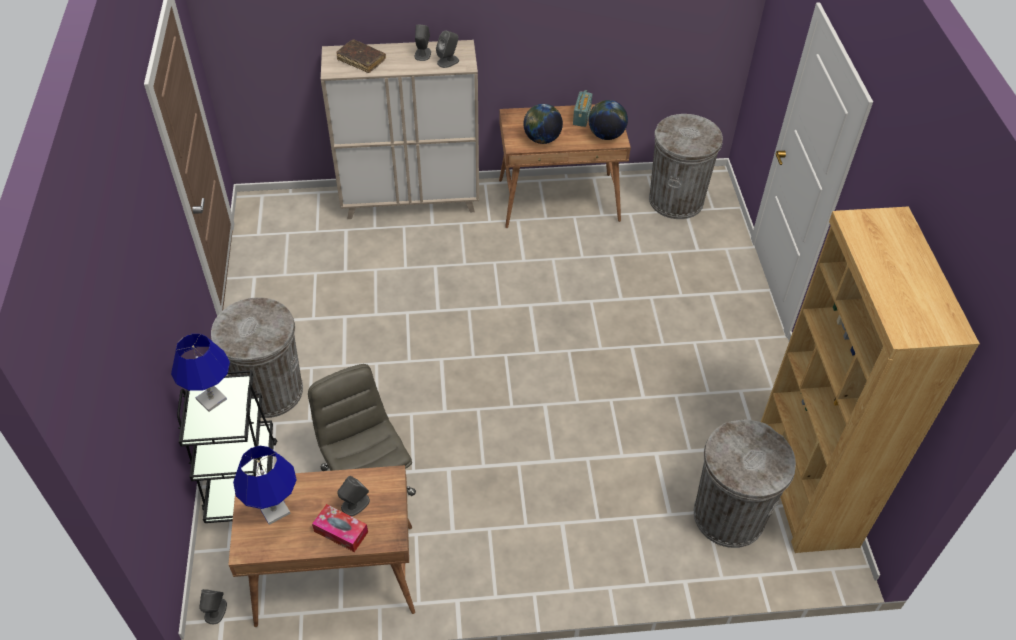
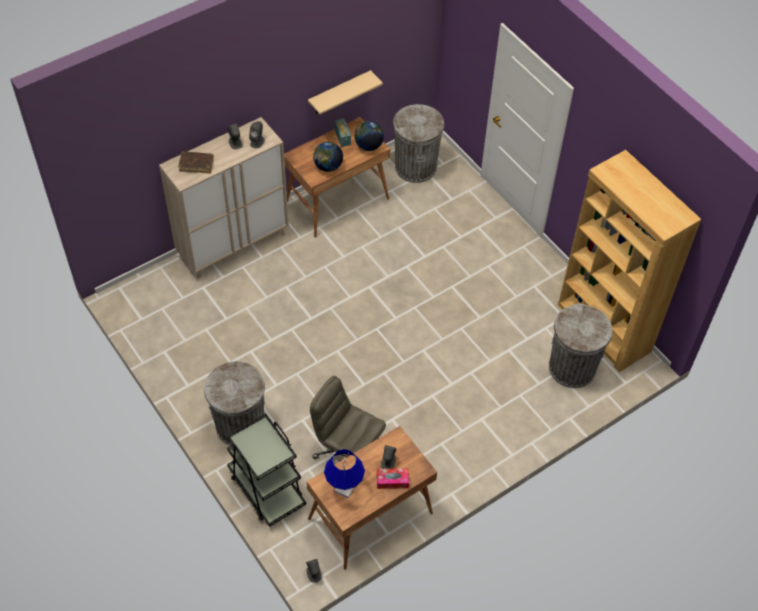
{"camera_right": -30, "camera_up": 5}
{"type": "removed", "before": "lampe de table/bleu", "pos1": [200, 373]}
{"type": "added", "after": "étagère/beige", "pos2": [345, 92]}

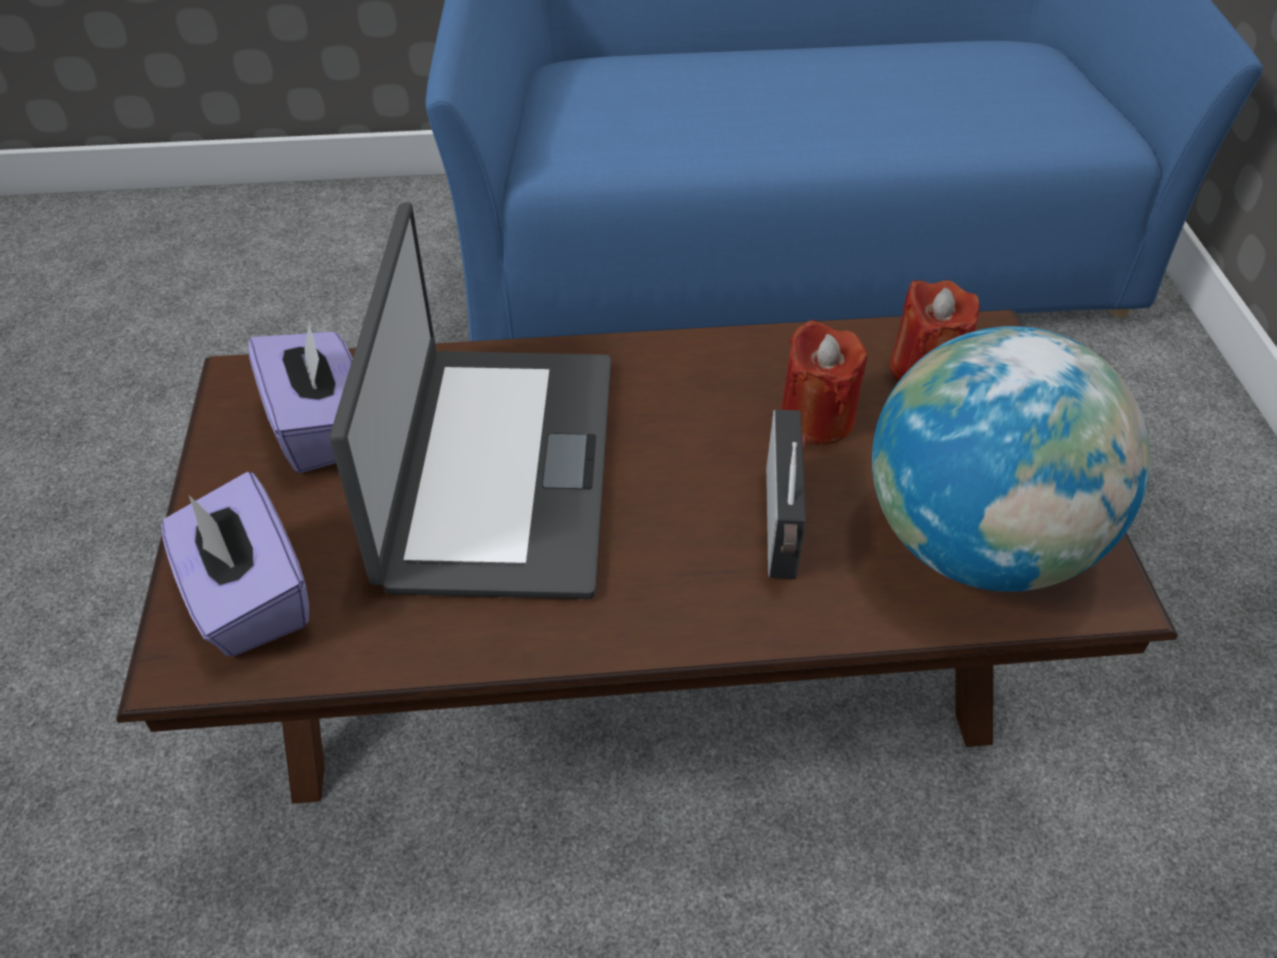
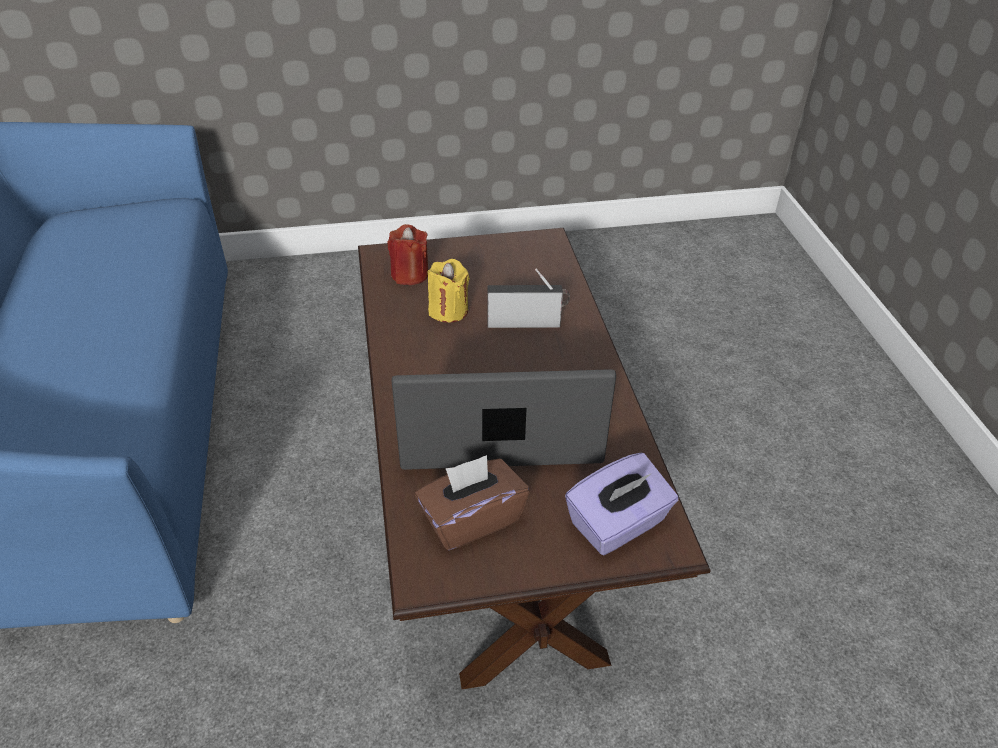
{"camera_right": -95, "camera_up": -5}
{"type": "recoloured", "before": "boîte à mouchoirs/violet", "after": "boîte à mouchoirs/marron", "pos1": [300, 397], "pos2": [472, 502]}
{"type": "recoloured", "before": "bougie/rouge", "after": "bougie/jaune", "pos1": [824, 382], "pos2": [449, 290]}
{"type": "removed", "before": "globe", "pos1": [1011, 459]}

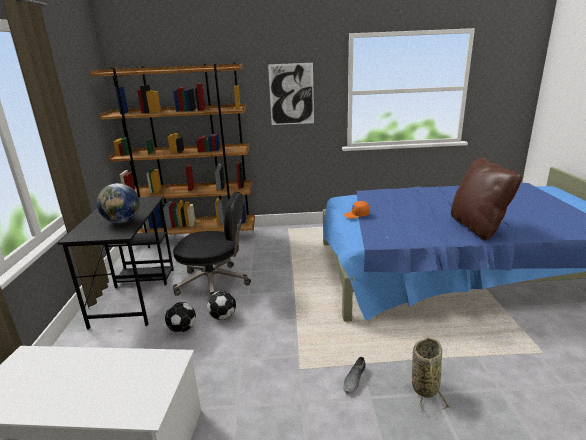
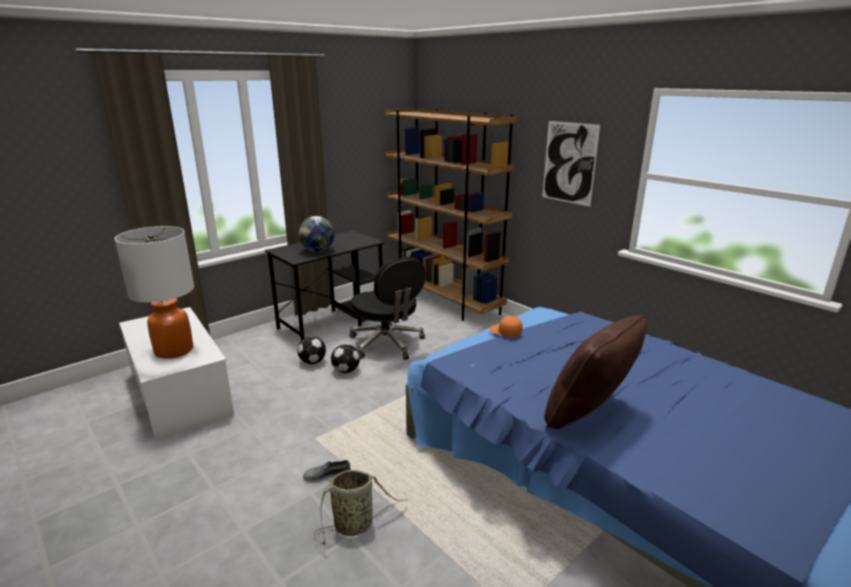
{"camera_right": 50, "camera_up": 0}
{"type": "added", "after": "lampe de table", "pos2": [154, 292]}

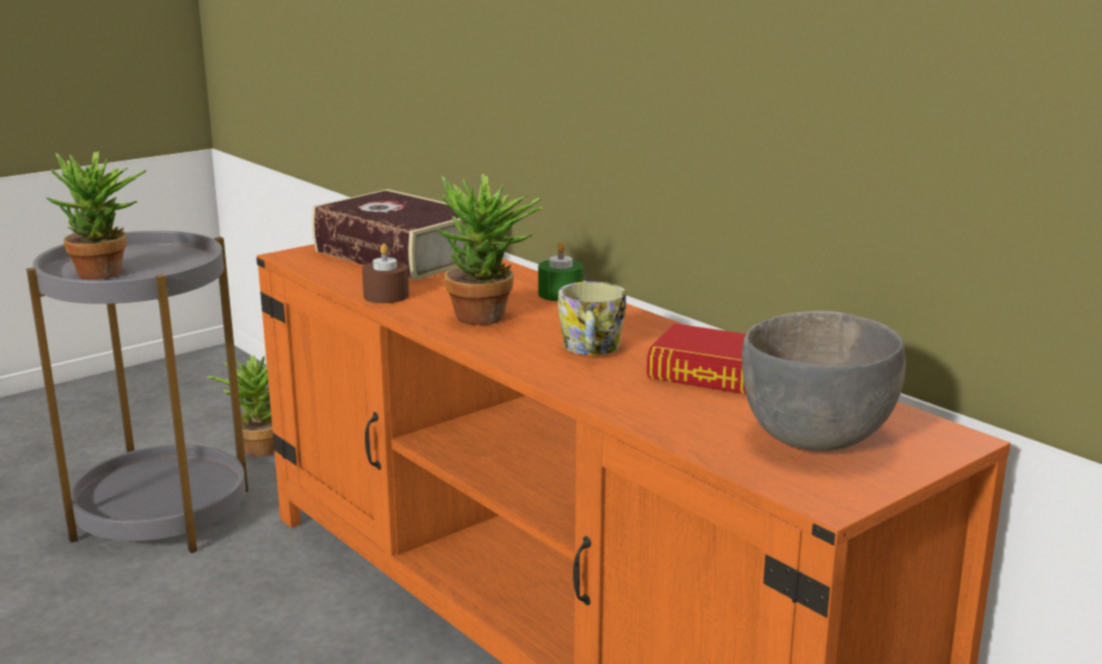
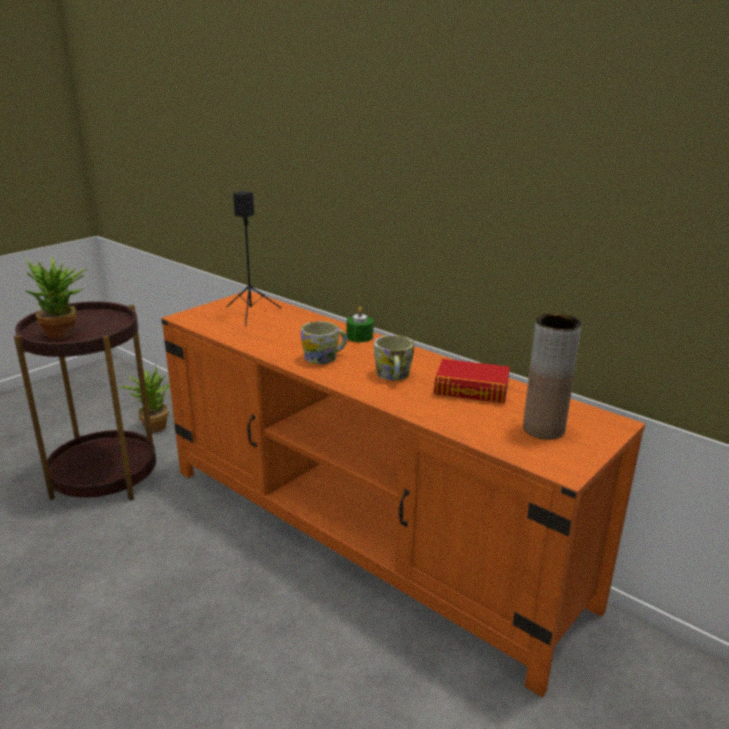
{"camera_right": -10, "camera_up": 5}
{"type": "recoloured", "before": "table d'appoint/gris", "after": "table d'appoint/marron", "pos1": [137, 392], "pos2": [85, 401]}
{"type": "replaced", "before": "livre", "after": "enceinte/noir", "pos1": [390, 235], "pos2": [254, 258]}
{"type": "removed", "before": "bougie/marron", "pos1": [385, 273]}
{"type": "replaced", "before": "plante en pot", "after": "mug", "pos1": [489, 249], "pos2": [324, 342]}
{"type": "replaced", "before": "bol/gris", "after": "vase/marron", "pos1": [824, 381], "pos2": [552, 377]}

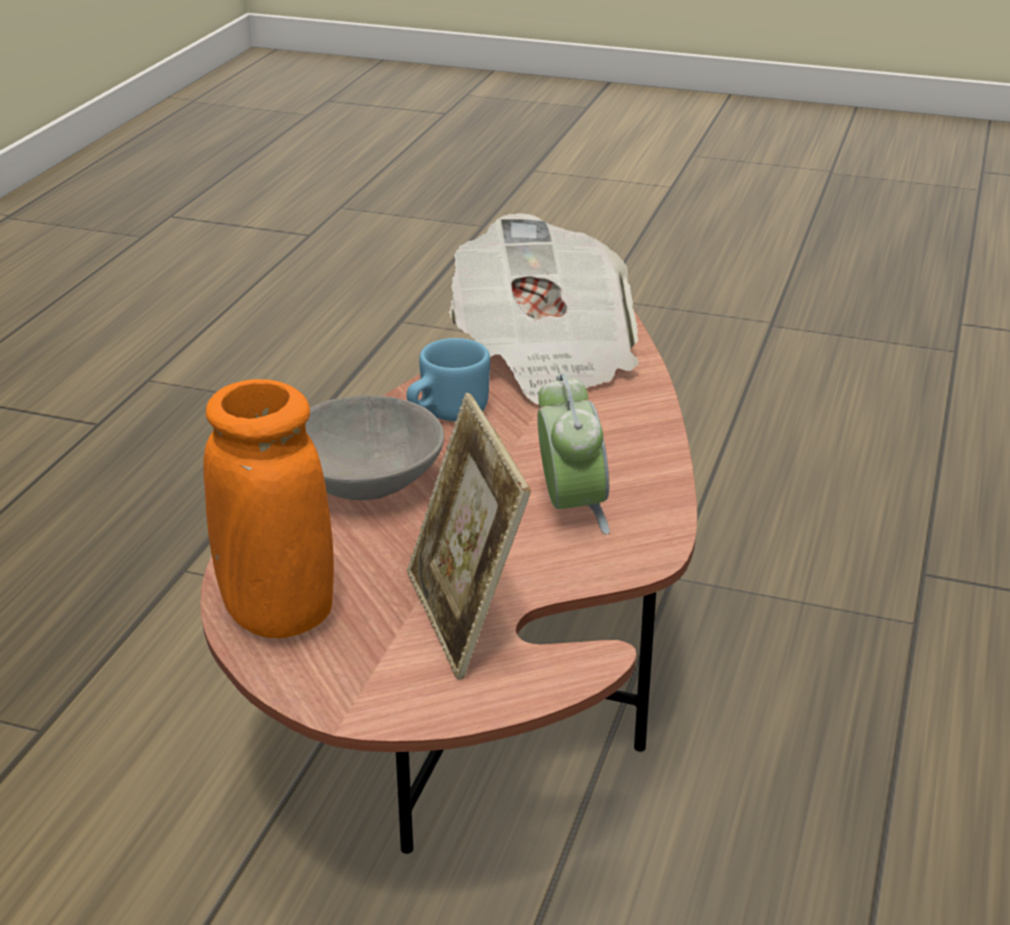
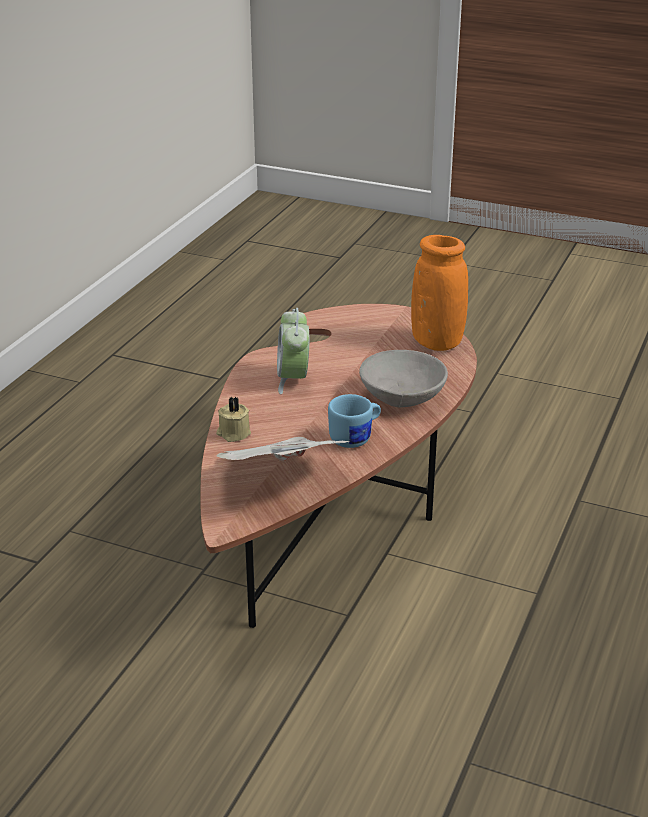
{"camera_right": -175, "camera_up": 0}
{"type": "removed", "before": "cadre photo", "pos1": [468, 536]}
{"type": "added", "after": "bougie/beige", "pos2": [233, 419]}

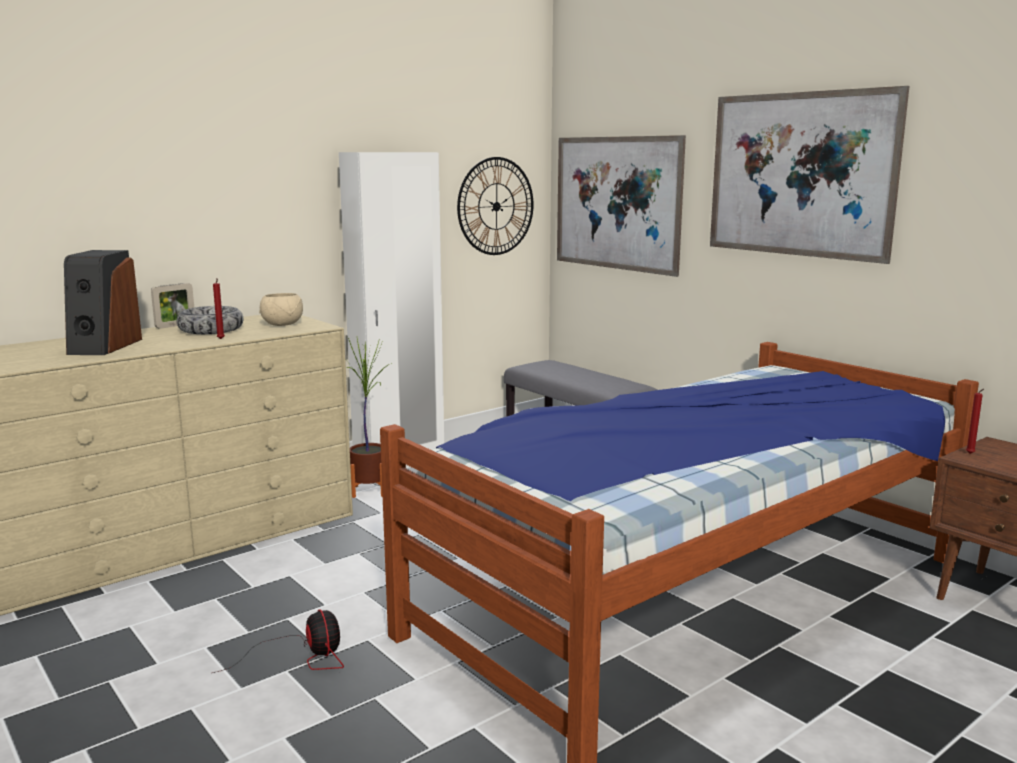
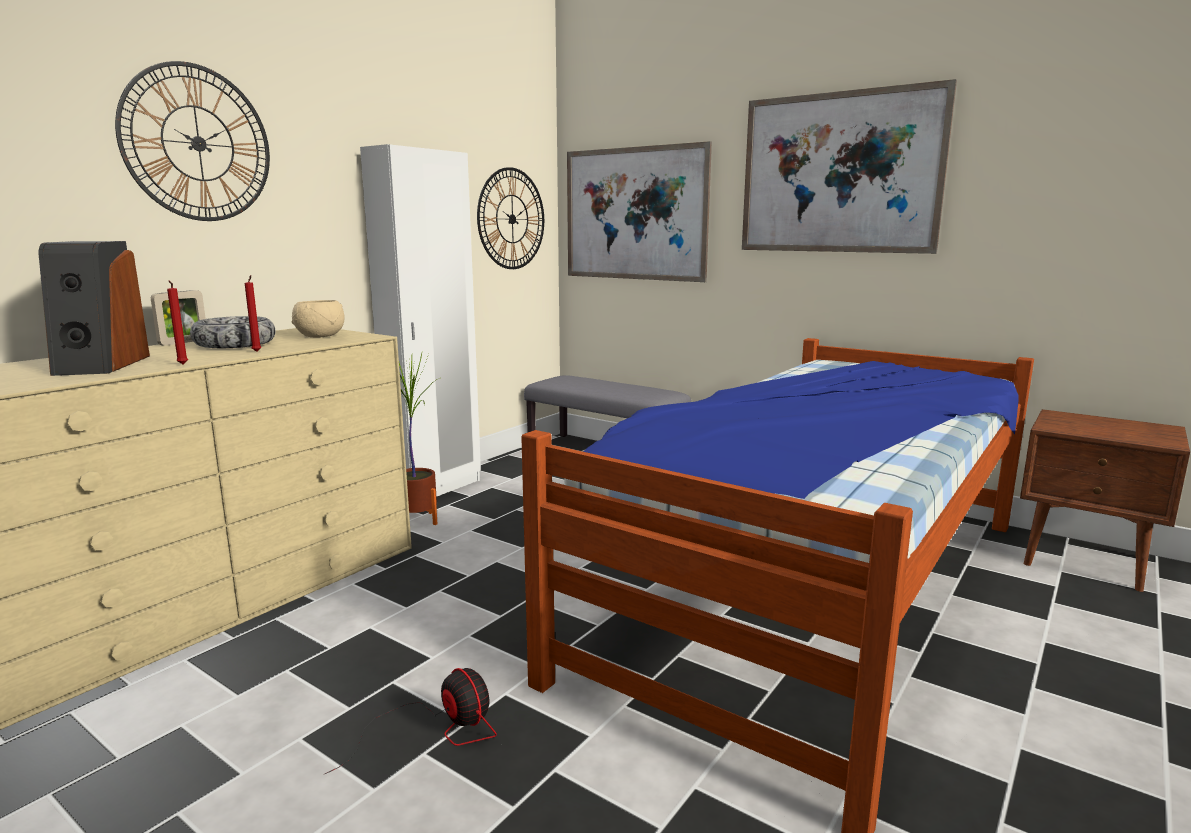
{"camera_right": -15, "camera_up": 0}
{"type": "moved", "before": "bougie/rouge", "pos1": [975, 421], "pos2": [177, 322]}
{"type": "added", "after": "horloge murale", "pos2": [192, 141]}

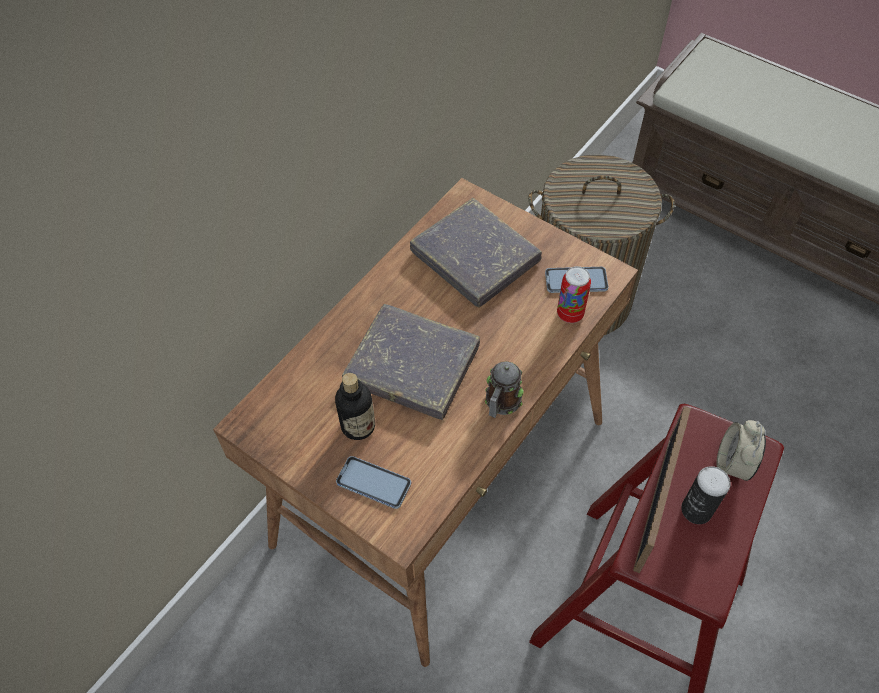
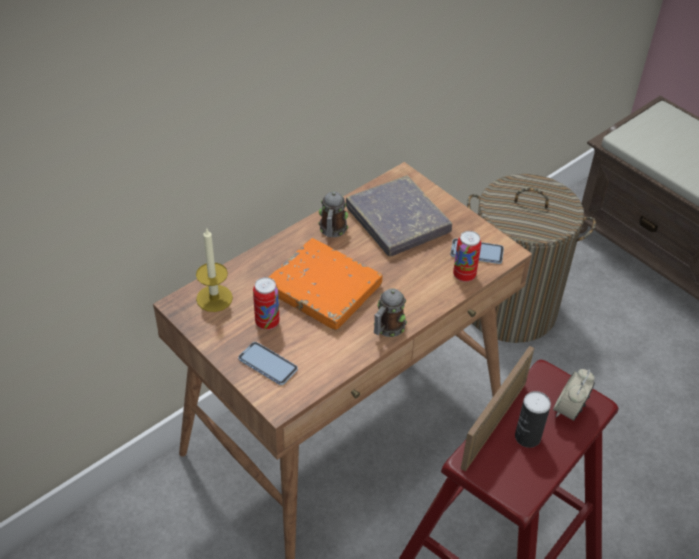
{"camera_right": 10, "camera_up": -10}
{"type": "replaced", "before": "bouteille", "after": "boîte métallique", "pos1": [355, 406], "pos2": [266, 303]}
{"type": "recoloured", "before": "livre/gris", "after": "livre/orange", "pos1": [411, 362], "pos2": [325, 284]}
{"type": "added", "after": "bougie", "pos2": [214, 269]}
{"type": "added", "after": "mug", "pos2": [333, 214]}

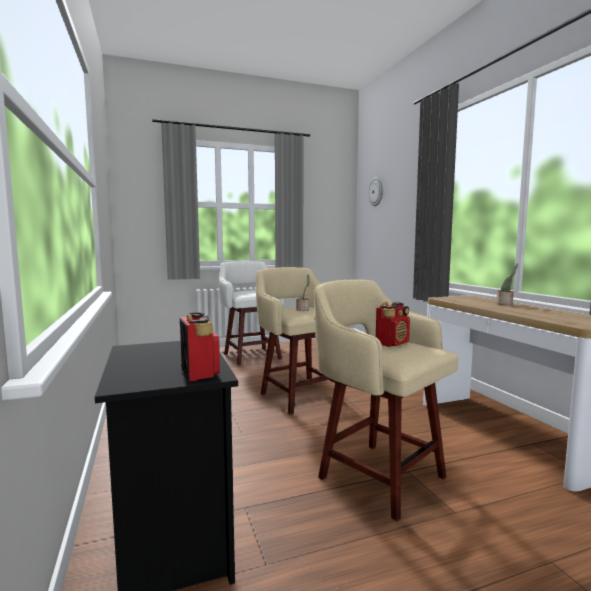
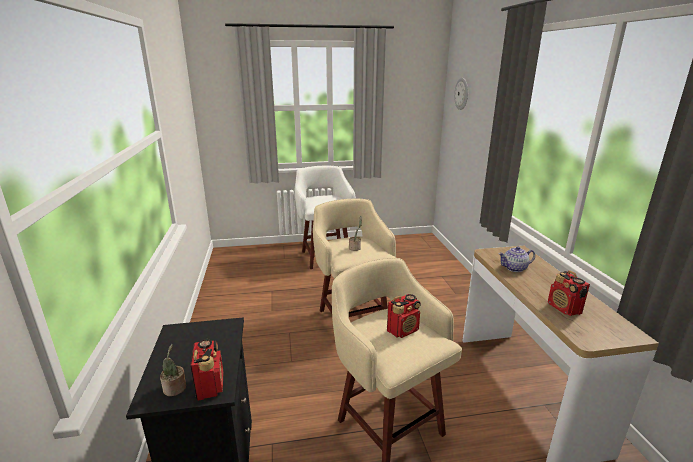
{"camera_right": 10, "camera_up": 15}
{"type": "moved", "before": "plante en pot", "pos1": [507, 284], "pos2": [173, 370]}
{"type": "added", "after": "théière", "pos2": [516, 259]}
{"type": "added", "after": "radio", "pos2": [569, 293]}

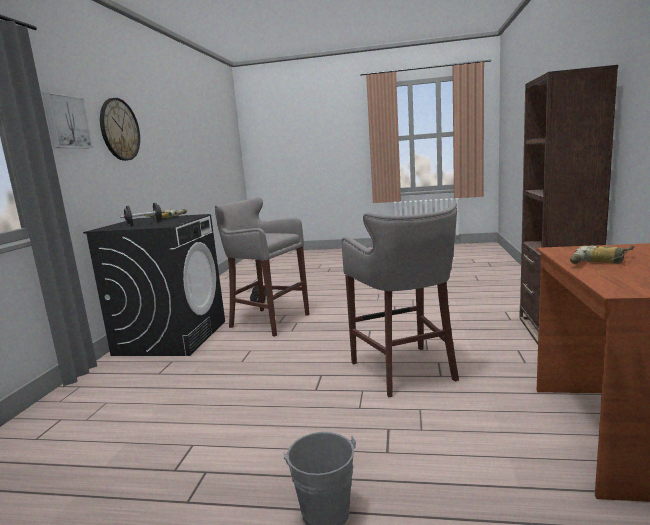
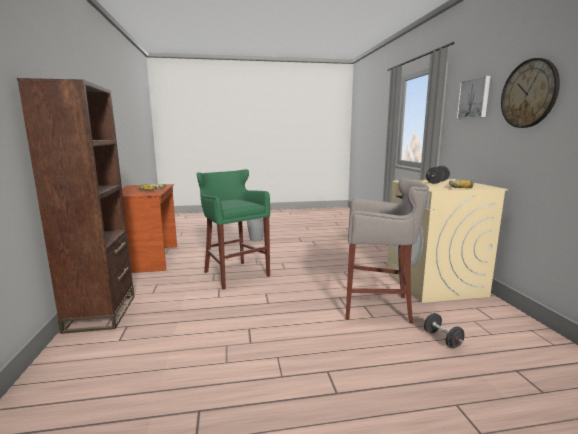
{"camera_right": 160, "camera_up": 0}
{"type": "recoloured", "before": "lave-linge/noir", "after": "lave-linge/beige", "pos1": [154, 285], "pos2": [447, 241]}
{"type": "recoloured", "before": "tabouret/gris", "after": "tabouret/vert", "pos1": [400, 300], "pos2": [233, 229]}

